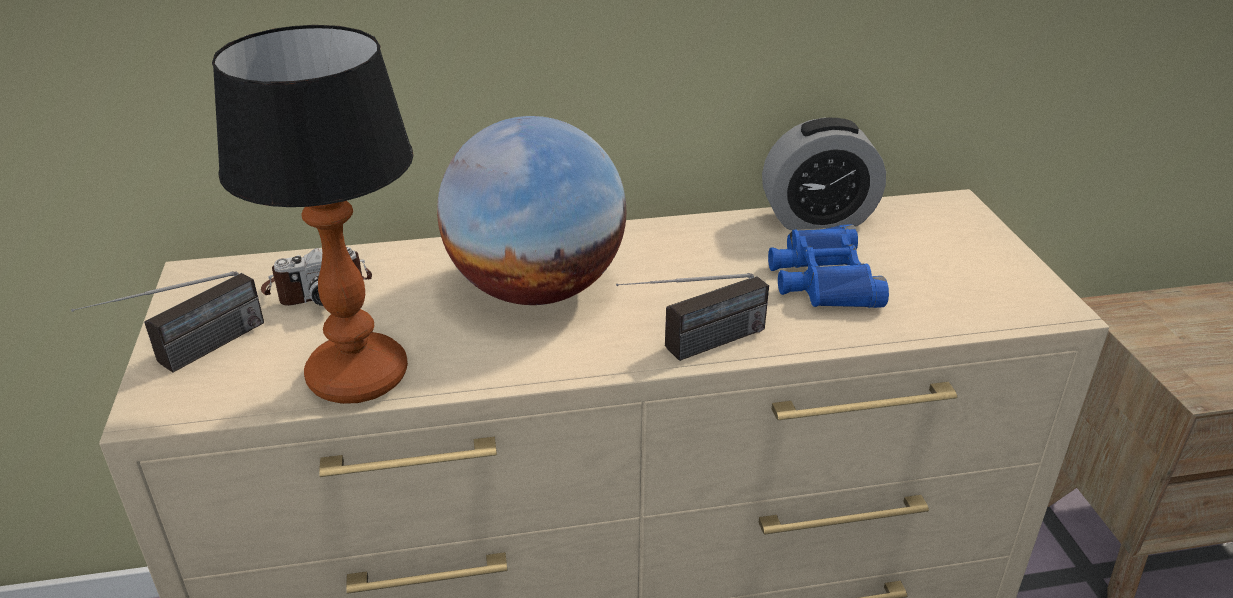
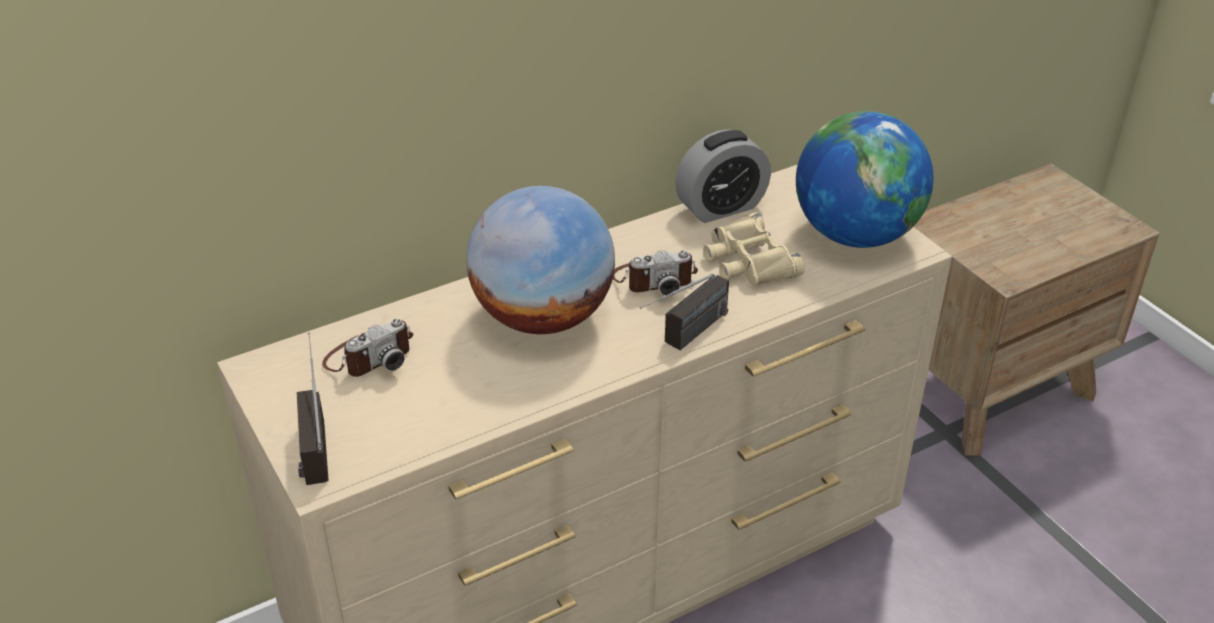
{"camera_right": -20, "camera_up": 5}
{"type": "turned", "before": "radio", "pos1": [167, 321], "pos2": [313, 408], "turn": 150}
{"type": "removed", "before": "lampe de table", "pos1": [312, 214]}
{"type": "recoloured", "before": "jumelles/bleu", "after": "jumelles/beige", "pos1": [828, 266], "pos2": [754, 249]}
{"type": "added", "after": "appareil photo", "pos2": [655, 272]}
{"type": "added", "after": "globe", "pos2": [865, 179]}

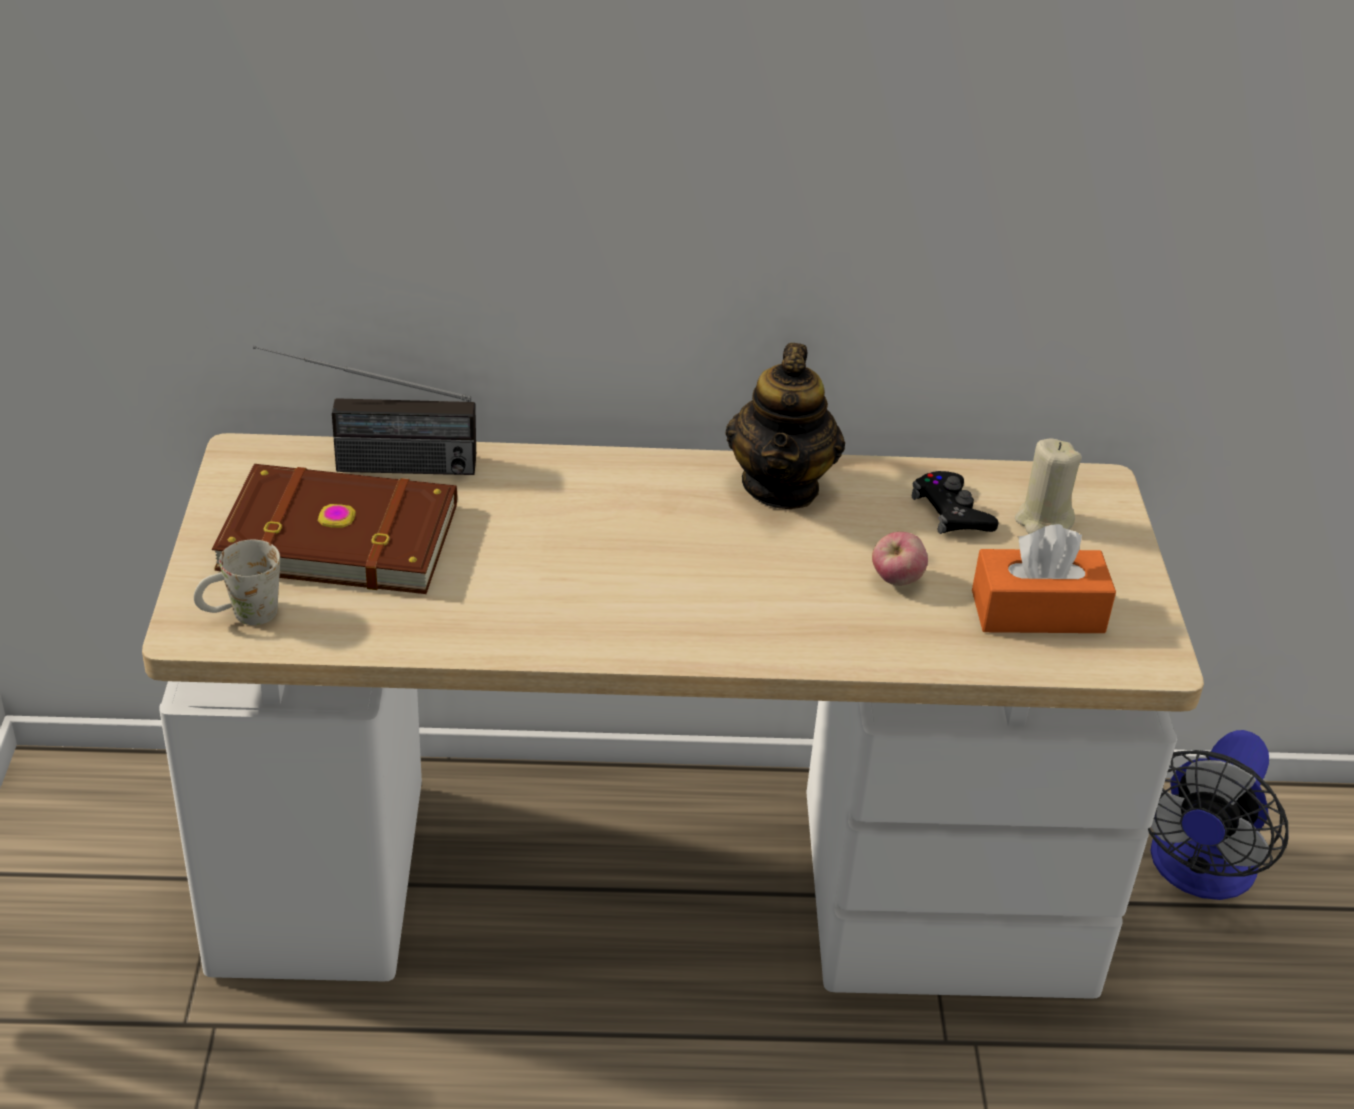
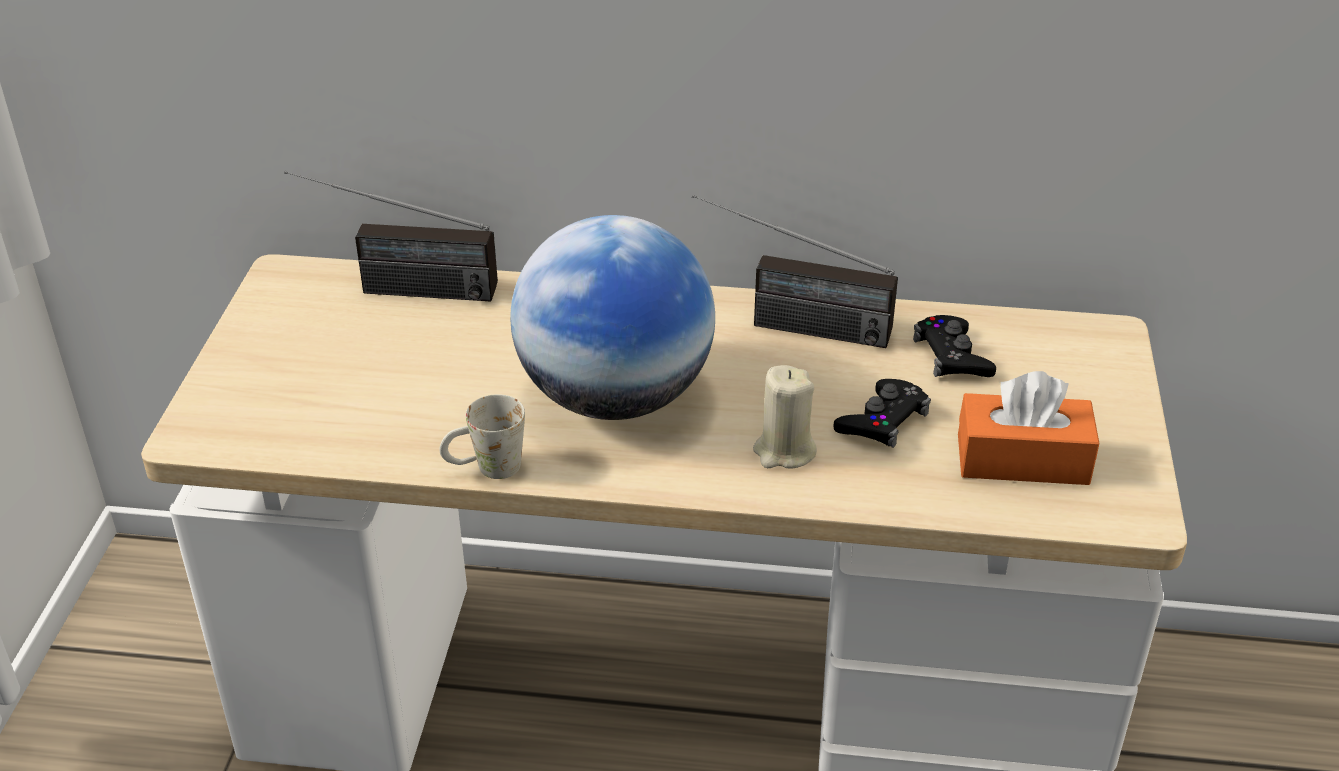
{"camera_right": 10, "camera_up": 0}
{"type": "moved", "before": "mug/blanc", "pos1": [237, 582], "pos2": [482, 436]}
{"type": "removed", "before": "livre/marron", "pos1": [334, 529]}
{"type": "replaced", "before": "théière", "after": "radio", "pos1": [785, 426], "pos2": [795, 271]}
{"type": "replaced", "before": "pomme", "after": "manette/noir", "pos1": [900, 559], "pos2": [882, 413]}
{"type": "moved", "before": "bougie/beige", "pos1": [1048, 486], "pos2": [785, 417]}
{"type": "removed", "before": "ventilateur", "pos1": [1218, 815]}
{"type": "added", "after": "globe", "pos2": [612, 317]}

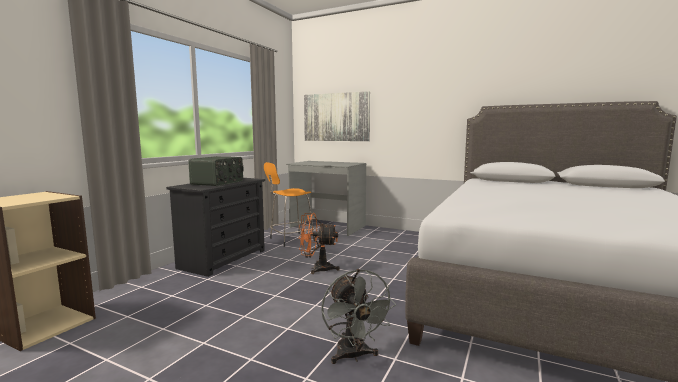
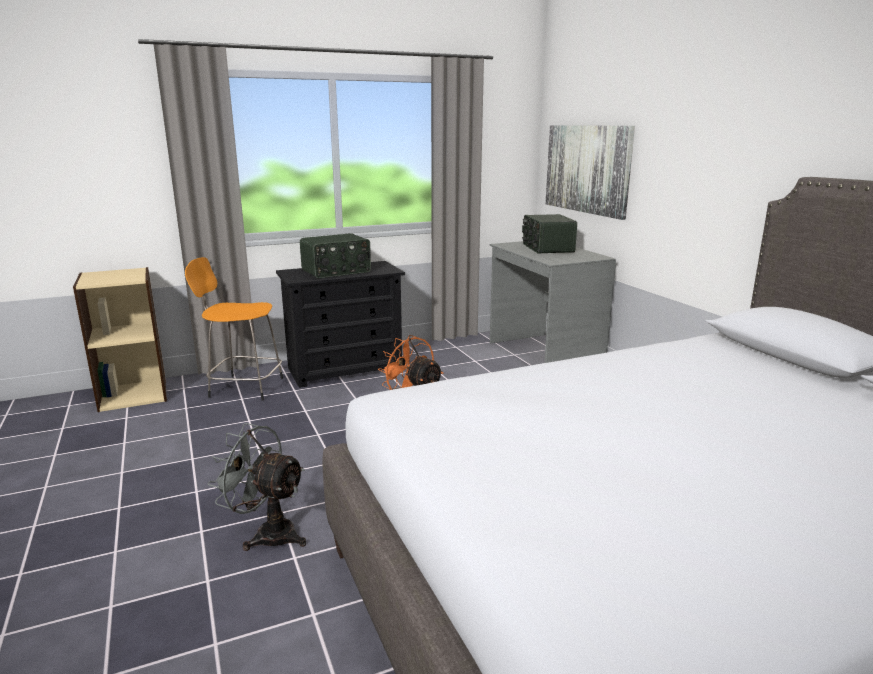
{"camera_right": 40, "camera_up": 10}
{"type": "moved", "before": "tabouret/orange", "pos1": [289, 204], "pos2": [234, 328]}
{"type": "turned", "before": "ventilateur/gris", "pos1": [358, 316], "pos2": [257, 487], "turn": 90}
{"type": "added", "after": "radio", "pos2": [549, 234]}

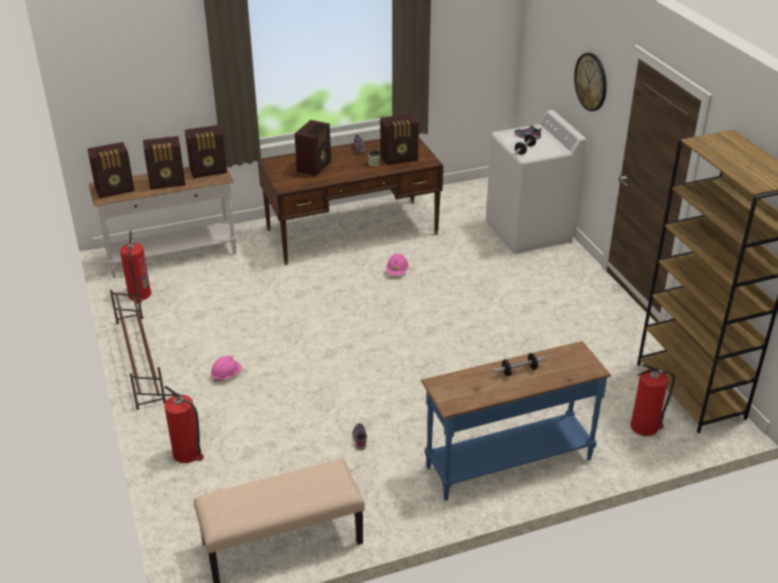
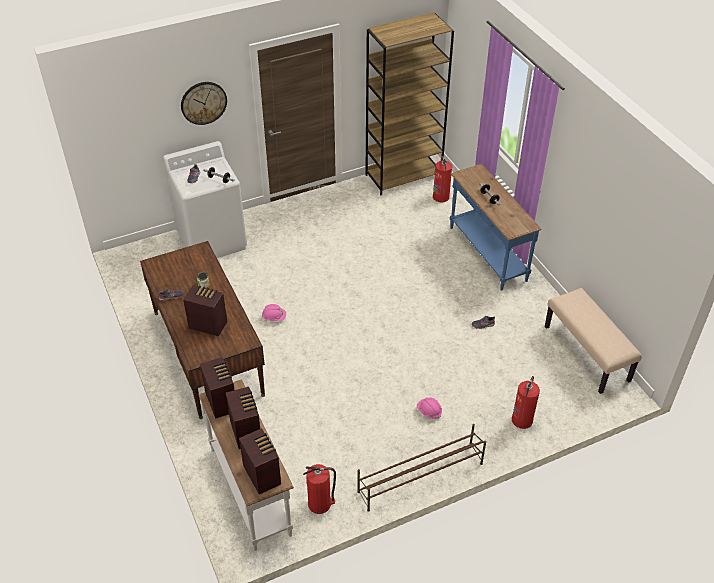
{"camera_right": -95, "camera_up": 10}
{"type": "removed", "before": "radio", "pos1": [399, 139]}

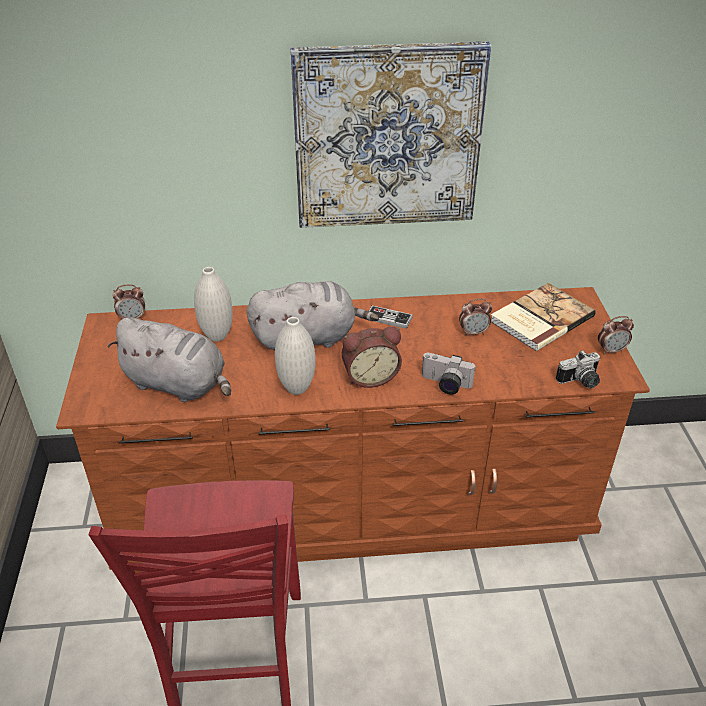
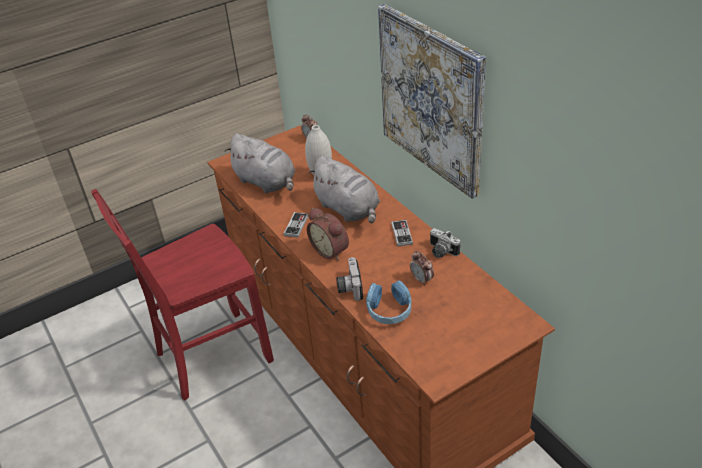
{"camera_right": 65, "camera_up": 0}
{"type": "turned", "before": "peluche/gris", "pos1": [169, 360], "pos2": [260, 163], "turn": -45}
{"type": "replaced", "before": "vase/blanc", "after": "manette", "pos1": [295, 356], "pos2": [295, 225]}
{"type": "removed", "before": "livre", "pos1": [543, 317]}
{"type": "moved", "before": "appareil photo", "pos1": [578, 369], "pos2": [445, 243]}
{"type": "removed", "before": "réveil", "pos1": [616, 335]}
{"type": "added", "after": "casque audio/bleu", "pos2": [388, 302]}

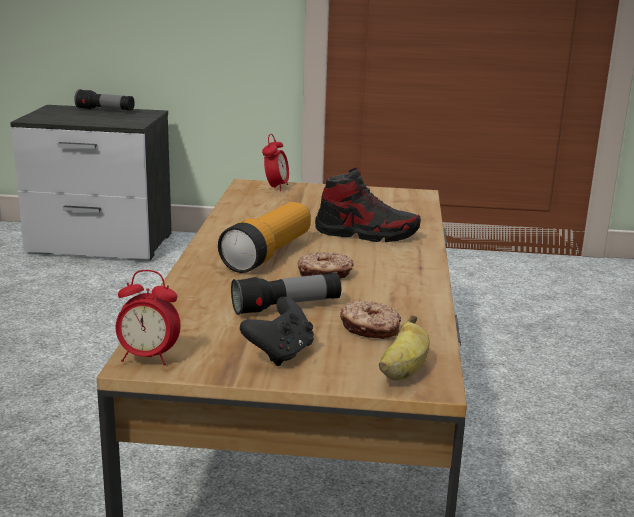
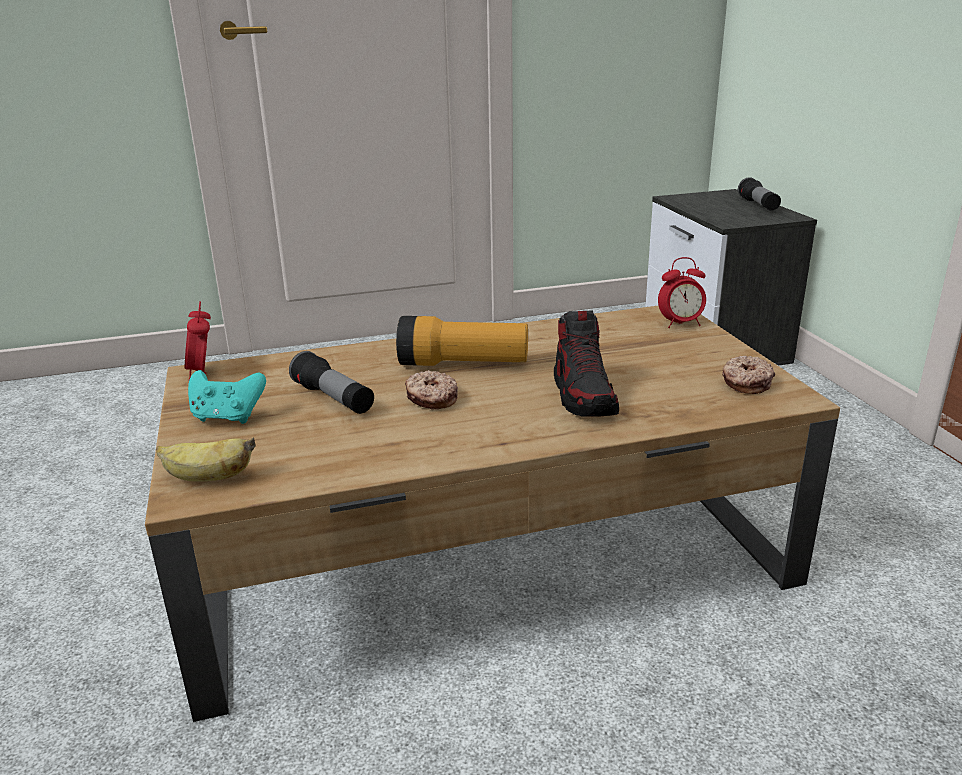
{"camera_right": 70, "camera_up": 5}
{"type": "recoloured", "before": "manette/noir", "after": "manette/turquoise", "pos1": [277, 331], "pos2": [227, 397]}
{"type": "moved", "before": "beignet", "pos1": [370, 320], "pos2": [748, 375]}

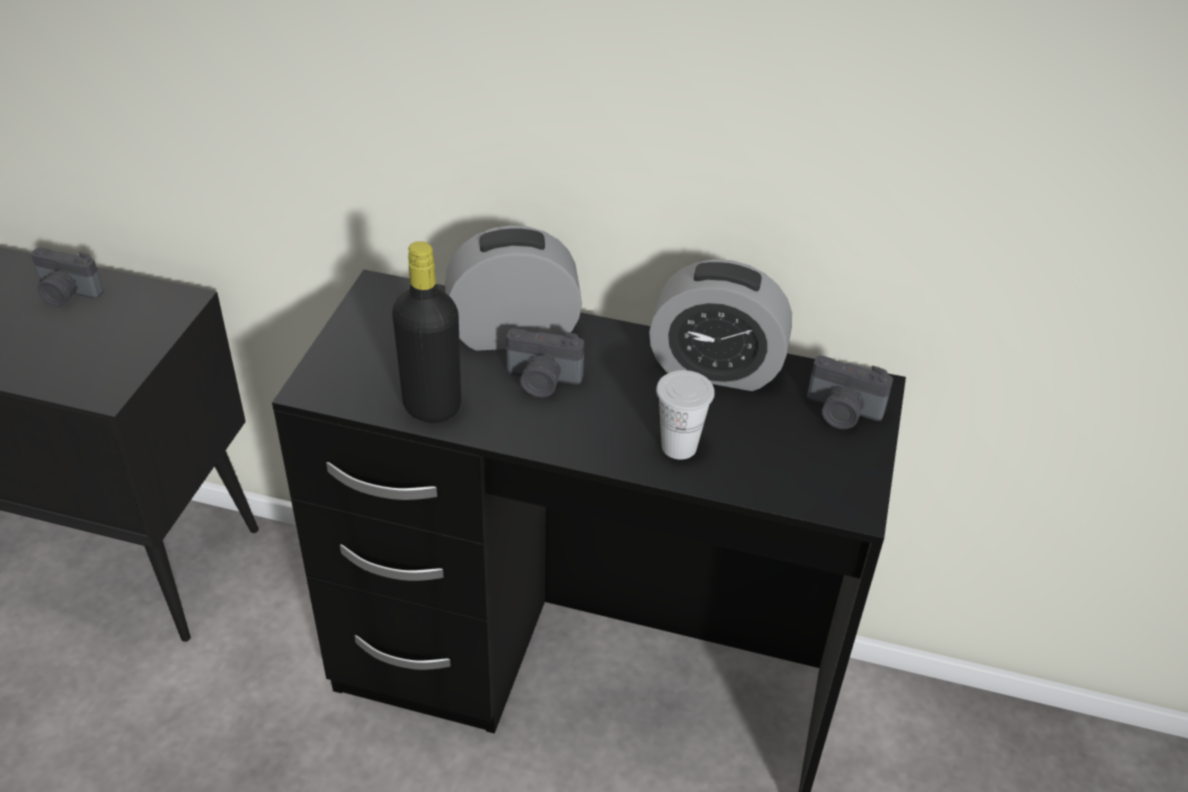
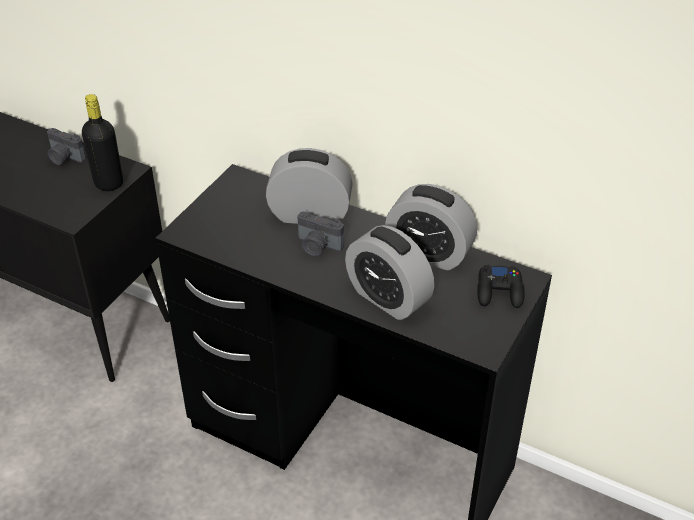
{"camera_right": 15, "camera_up": 0}
{"type": "moved", "before": "bouteille/noir", "pos1": [426, 332], "pos2": [102, 142]}
{"type": "replaced", "before": "tasse/blanc", "after": "réveil", "pos1": [685, 415], "pos2": [389, 272]}
{"type": "replaced", "before": "appareil photo", "after": "manette/noir", "pos1": [850, 392], "pos2": [501, 286]}

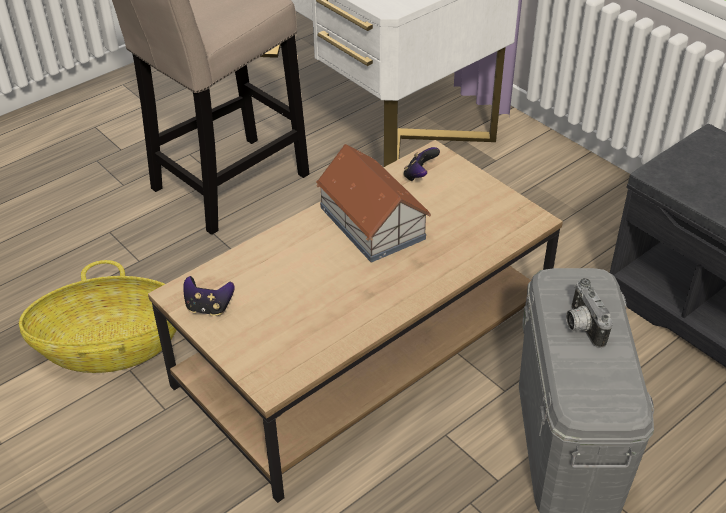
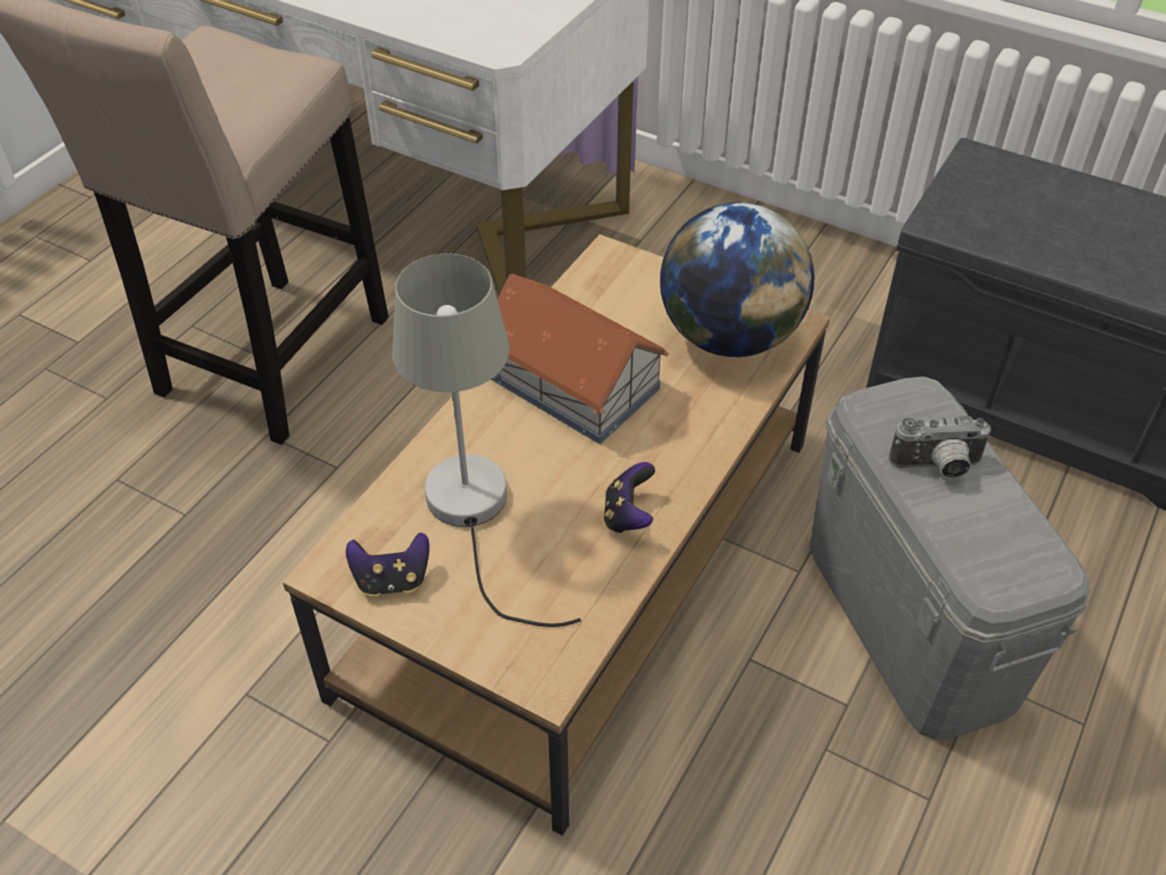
{"camera_right": -20, "camera_up": 5}
{"type": "removed", "before": "panier", "pos1": [98, 316]}
{"type": "moved", "before": "manette", "pos1": [421, 164], "pos2": [629, 497]}
{"type": "turned", "before": "appareil photo", "pos1": [589, 313], "pos2": [940, 447], "turn": -60}
{"type": "added", "after": "lampe de table/gris", "pos2": [486, 440]}
{"type": "added", "after": "globe", "pos2": [737, 279]}

